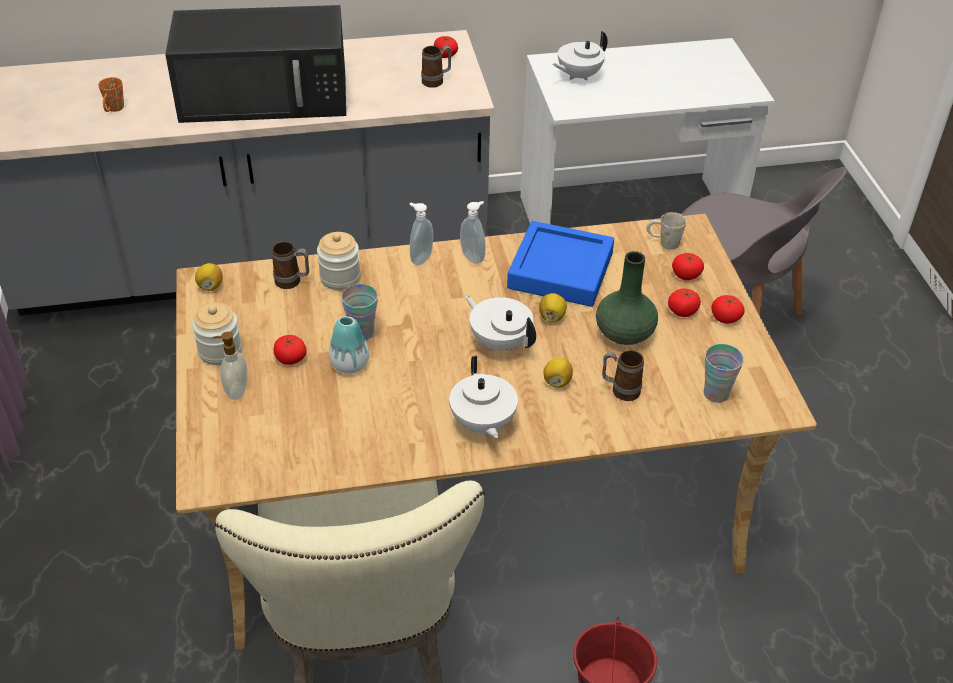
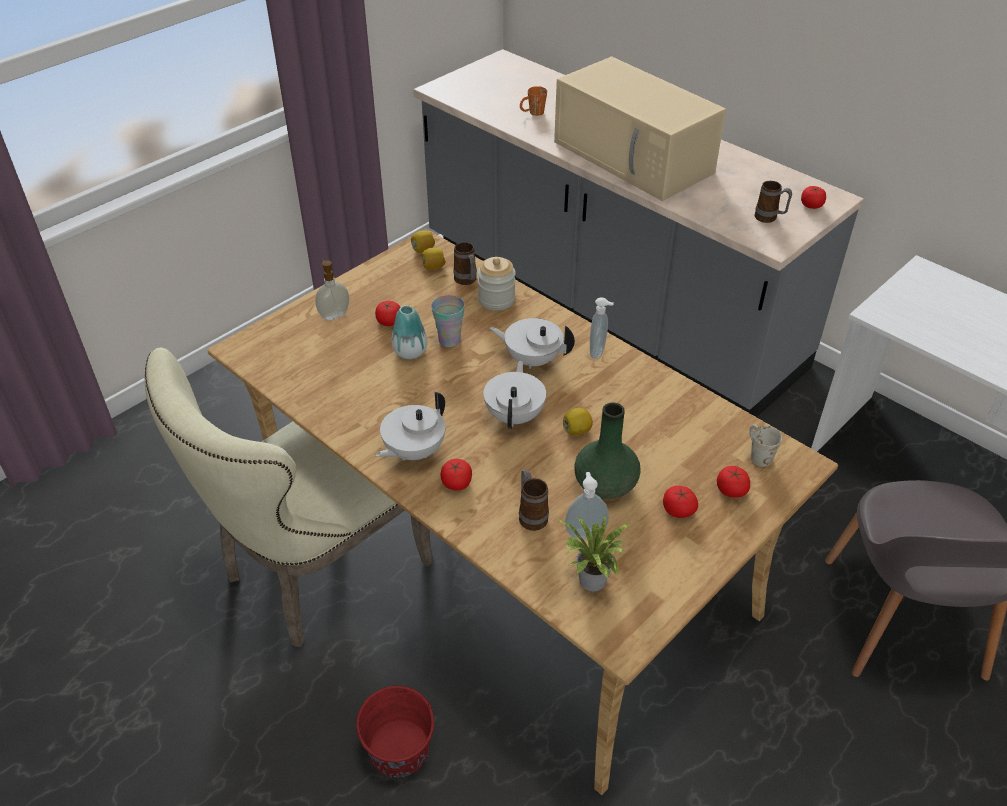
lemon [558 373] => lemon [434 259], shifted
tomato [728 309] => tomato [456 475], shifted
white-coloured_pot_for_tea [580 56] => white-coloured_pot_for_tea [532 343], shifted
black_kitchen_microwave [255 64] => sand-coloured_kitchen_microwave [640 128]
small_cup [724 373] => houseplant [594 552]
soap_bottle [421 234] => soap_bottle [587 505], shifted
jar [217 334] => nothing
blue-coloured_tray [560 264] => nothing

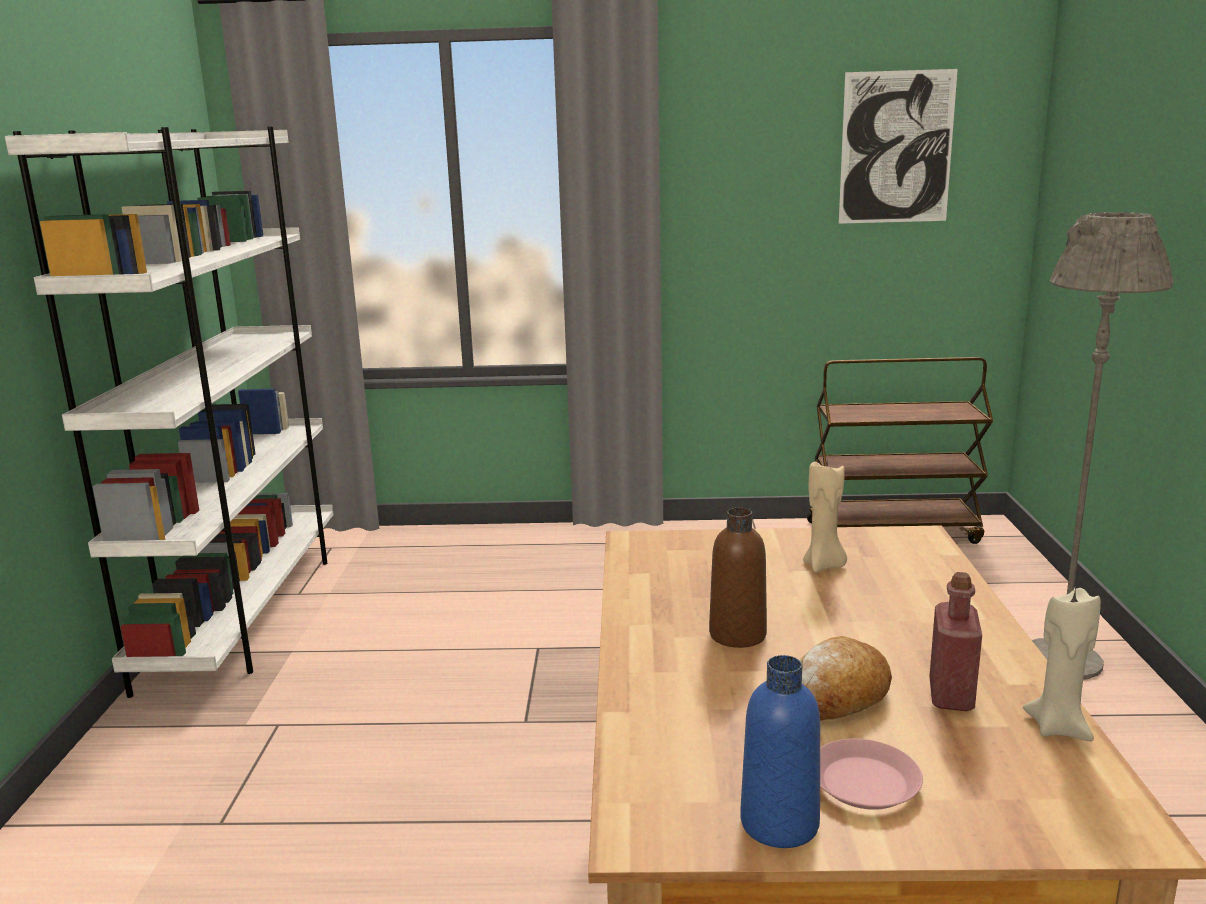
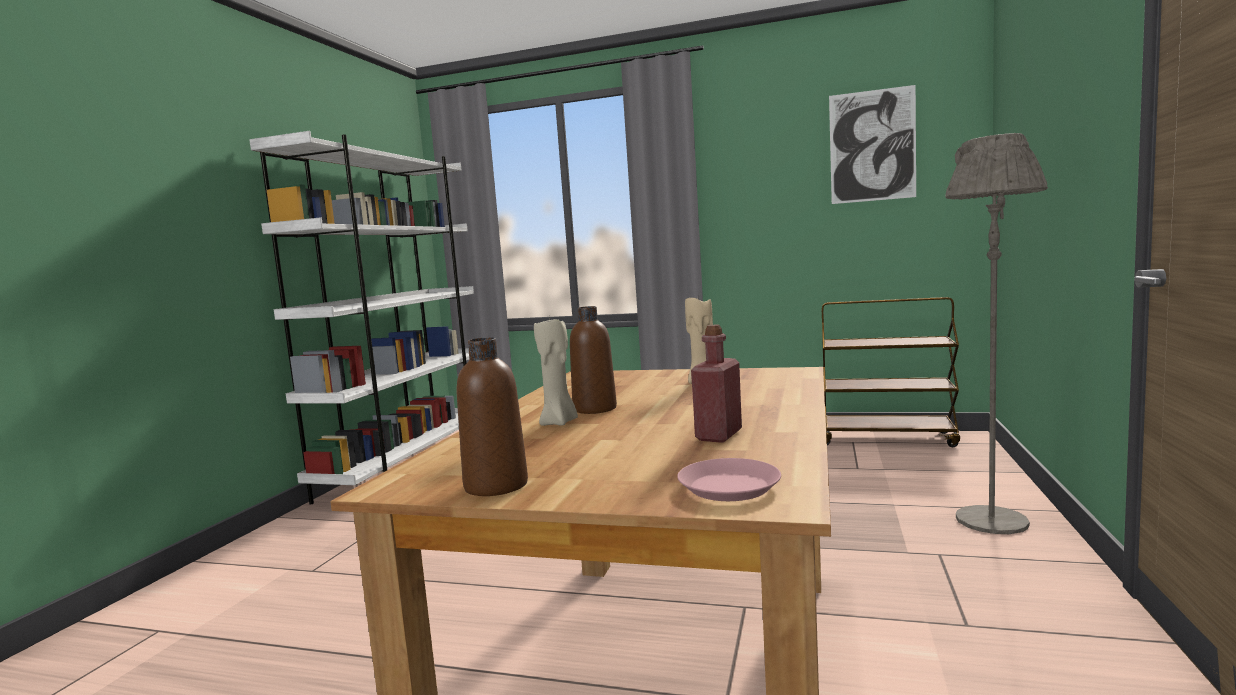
blue-coloured_bottle [780 751] => brown_bottle [492 416]
sand-coloured_candle [1062 664] => sand-coloured_candle [556 372], shifted
pinkish_dinner_plate [871 774] => pinkish_dinner_plate [729 479], shifted
baked_bread [846 678] => nothing

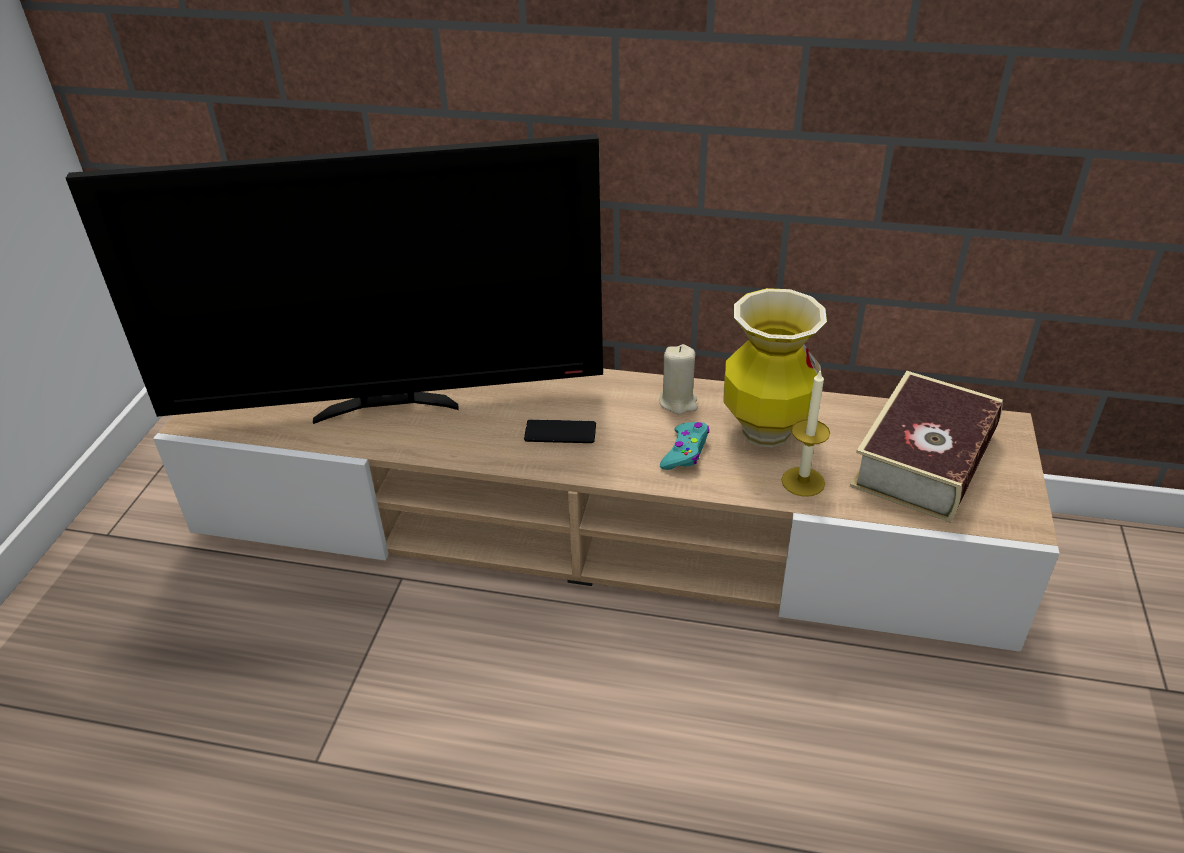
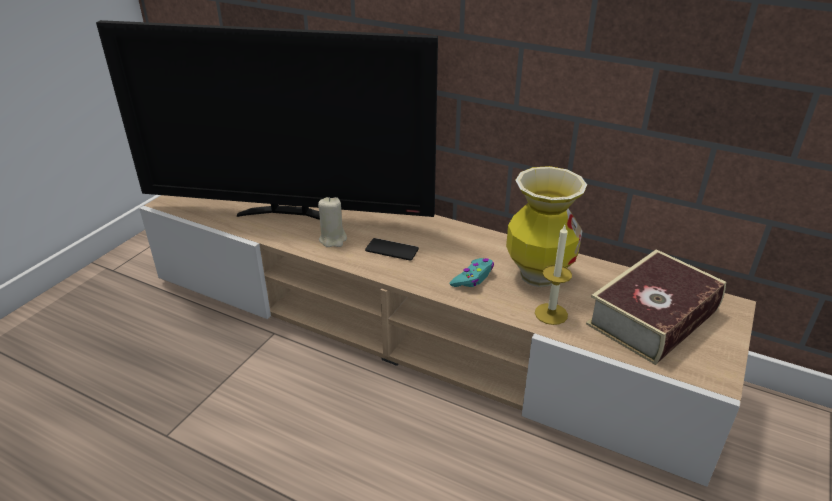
sand-coloured_candle [679 379] => sand-coloured_candle [332 222], shifted

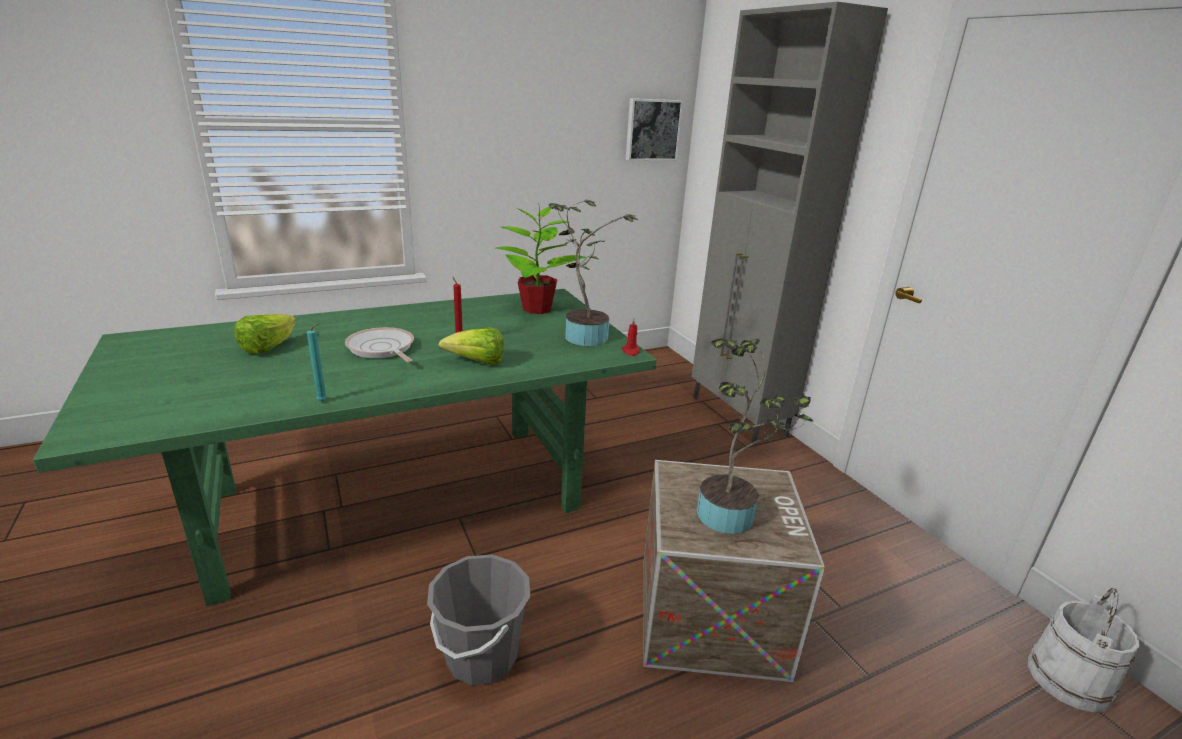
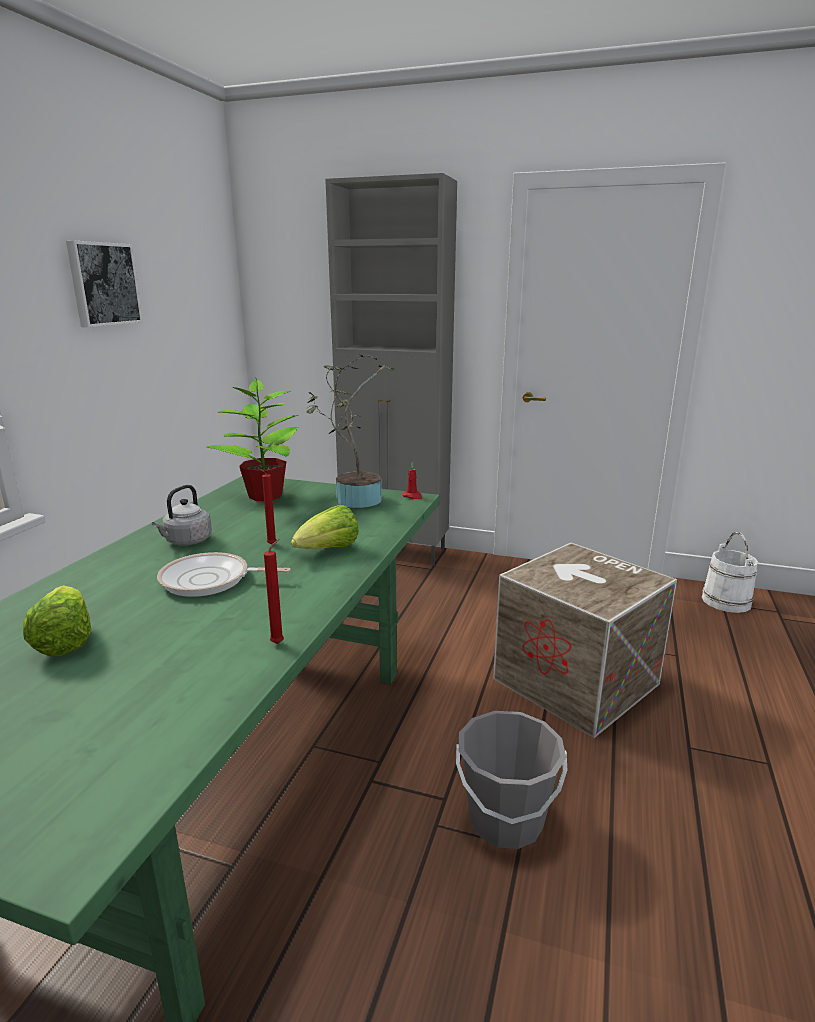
wall_picture [654 129] => wall_picture [104 283], shifted
nothing => gray_kettle [182 515]
turquoise_candle [317 362] => red_candle [274 591]
houseplant [755 436] => nothing

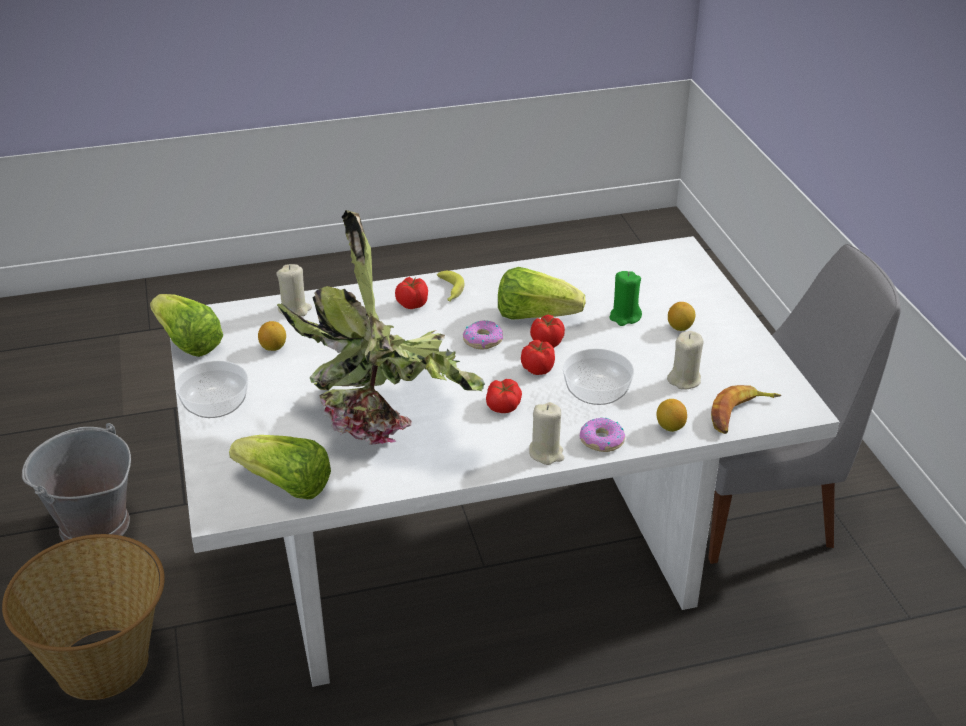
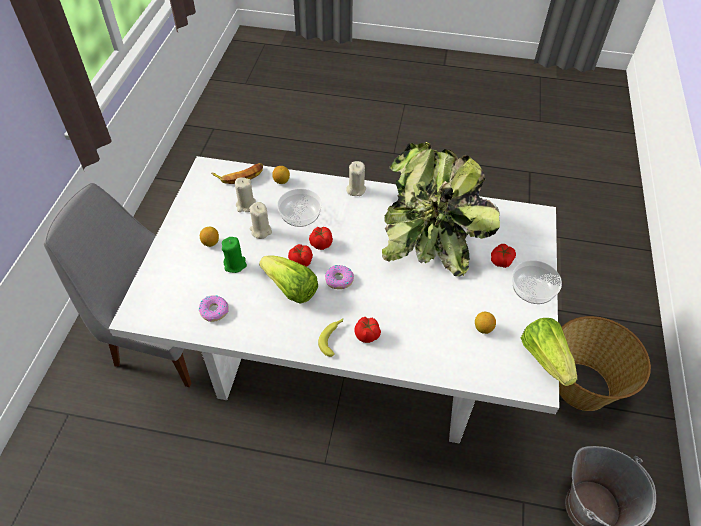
doughnut [602 434] => doughnut [214 308], shifted
sand-coloured_candle [294 290] => sand-coloured_candle [260 220], shifted
tomato [504 396] => tomato [503 256], shifted
head_of_lettuce [280 467] => nothing

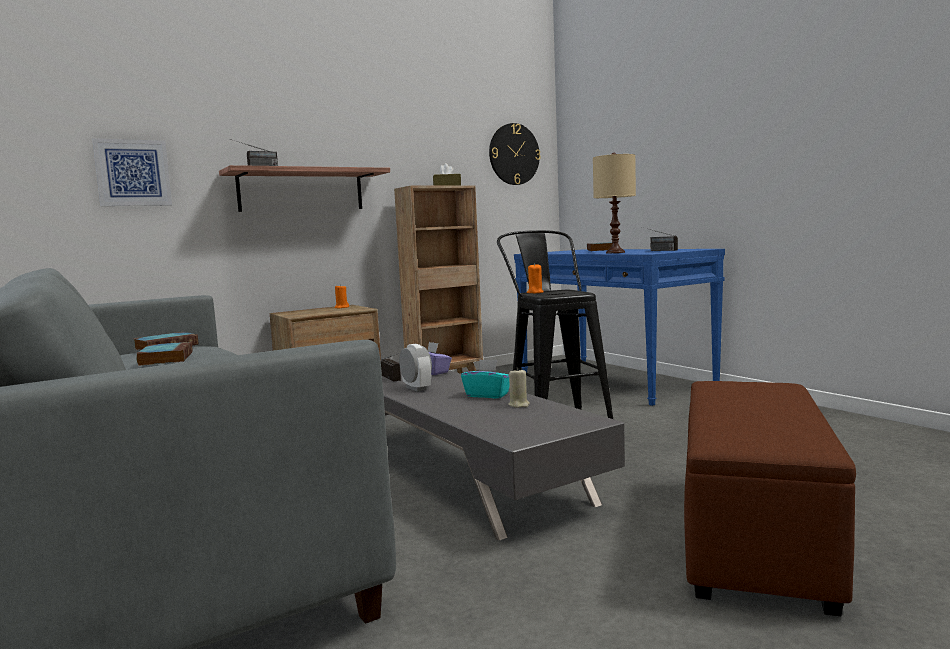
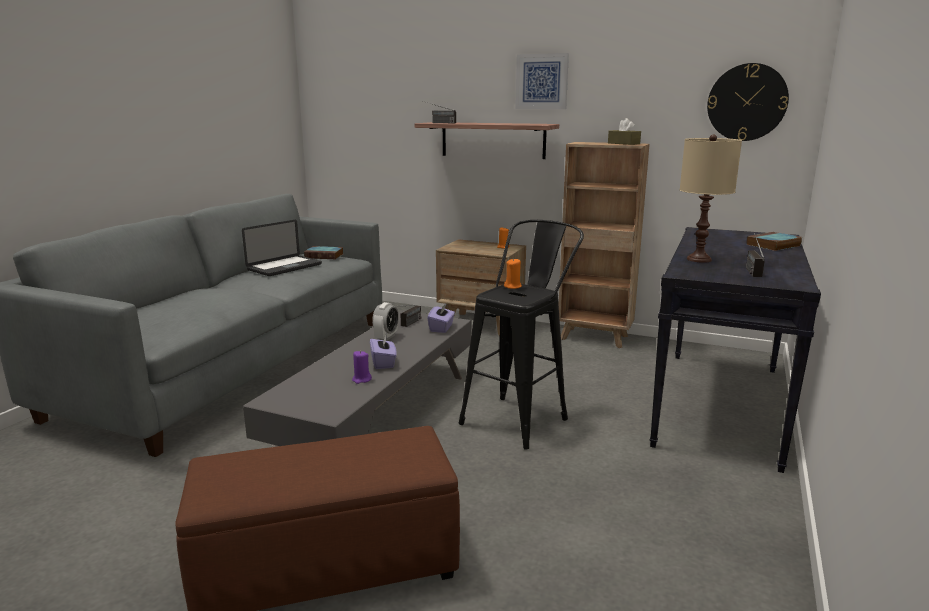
book [164 354] => portable_computer [282 248]
sand-coloured_candle [519 388] => purplish_candle [362 367]
turquoise_box_of_tissues [485 378] => purplish_box_of_tissues [383 352]
wall_picture [132 172] => wall_picture [542 81], shifted
blue-coloured_narrow_table [619 327] => black_narrow_table [735 350]

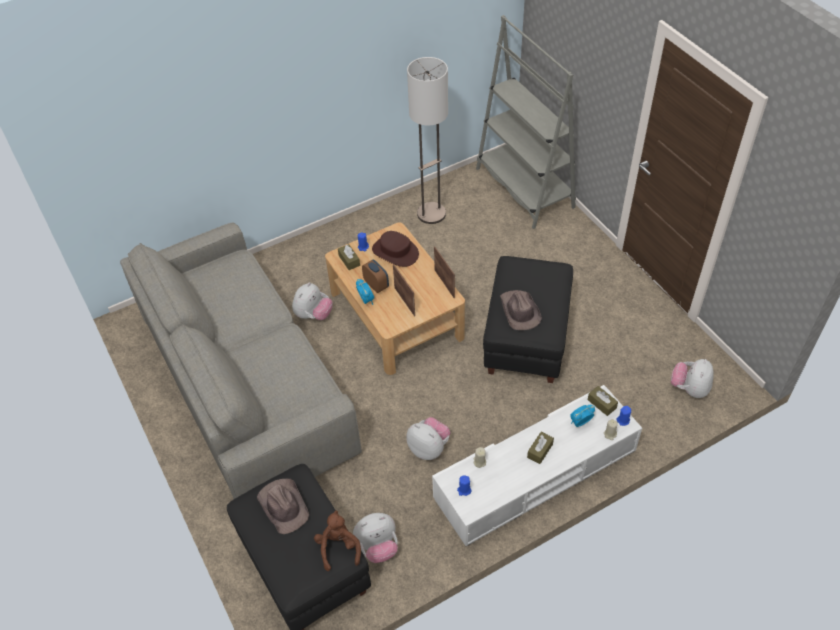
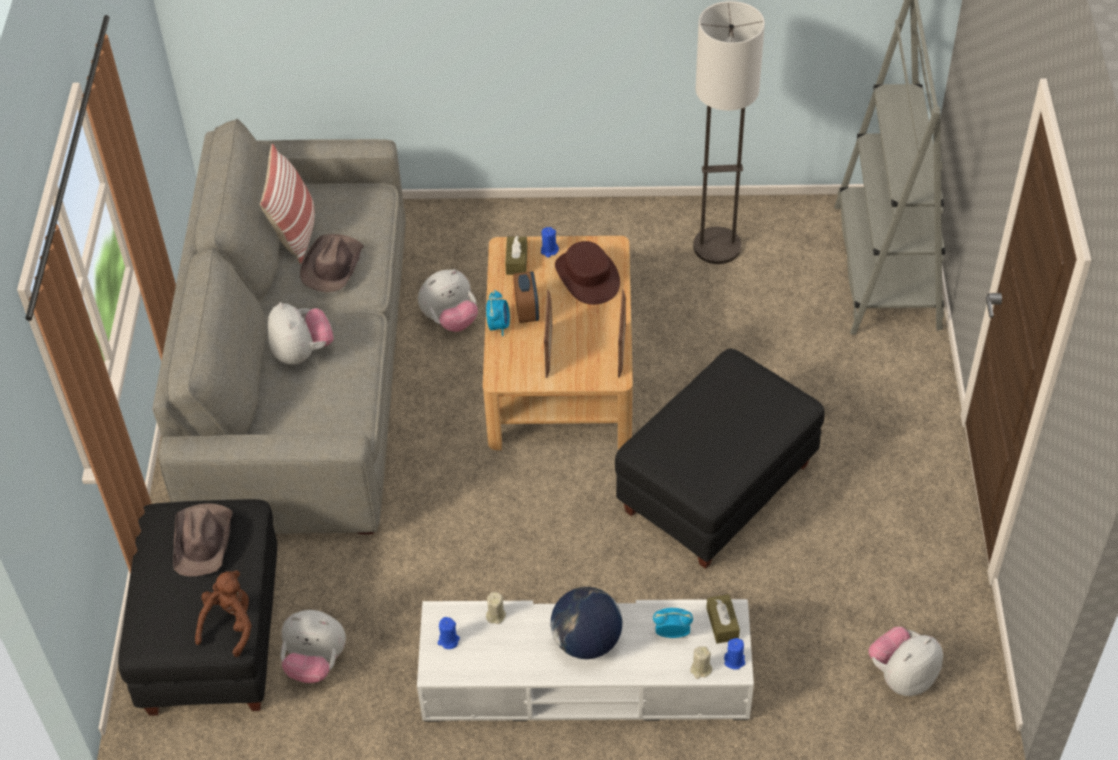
nothing => cushion [287 203]
plush_toy [428 438] => plush_toy [301 333], shifted
brown_hat [521 310] => brown_hat [332 263], shifted
brown_box_of_tissues [540 448] => globe [586 623]

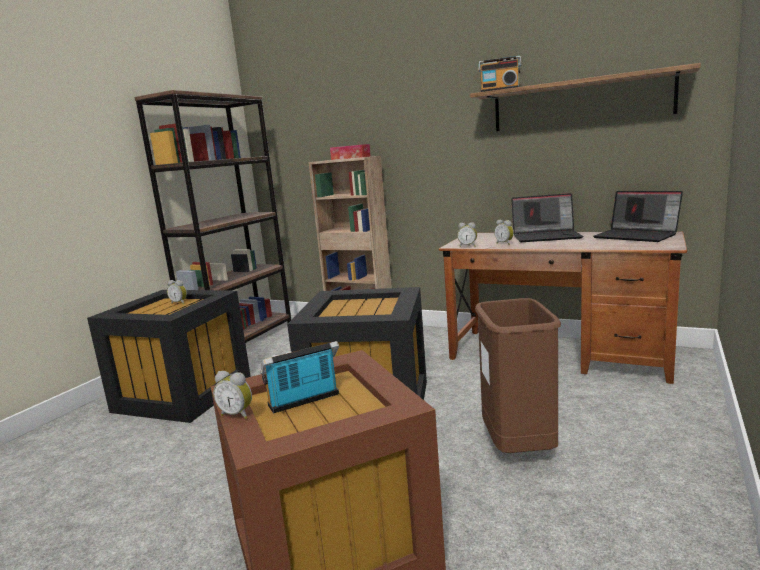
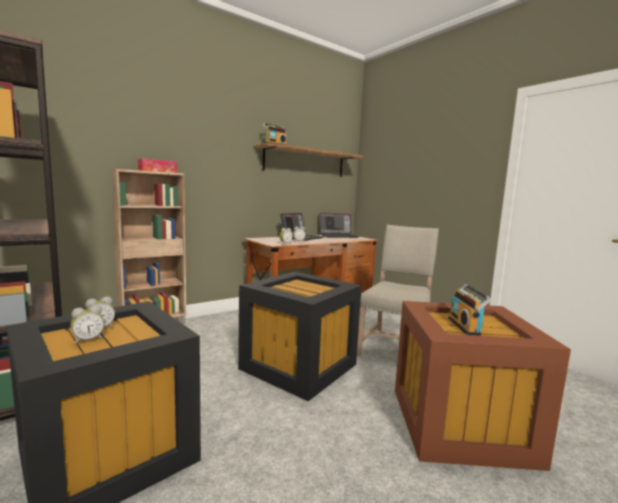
table_clock [232 395] => table_clock [87 325], shifted
brown_trash_can [518 375] => sand-coloured_chair [398 290]

